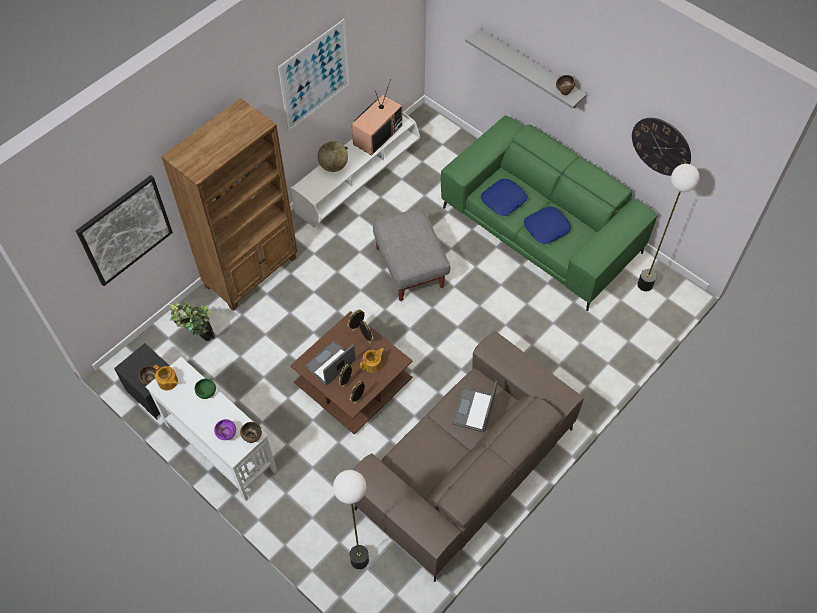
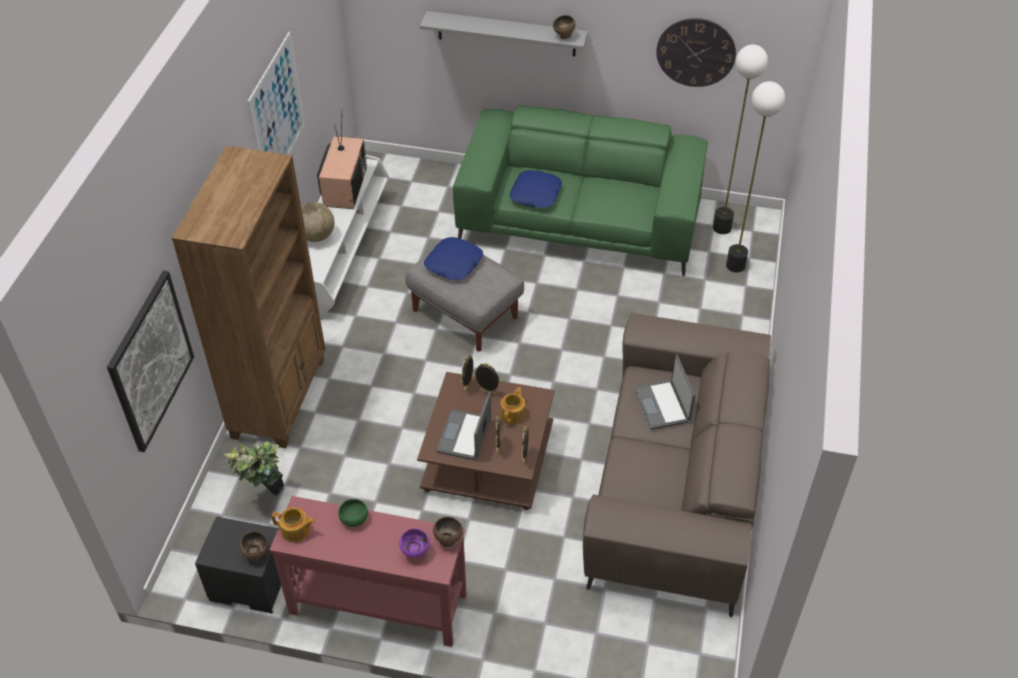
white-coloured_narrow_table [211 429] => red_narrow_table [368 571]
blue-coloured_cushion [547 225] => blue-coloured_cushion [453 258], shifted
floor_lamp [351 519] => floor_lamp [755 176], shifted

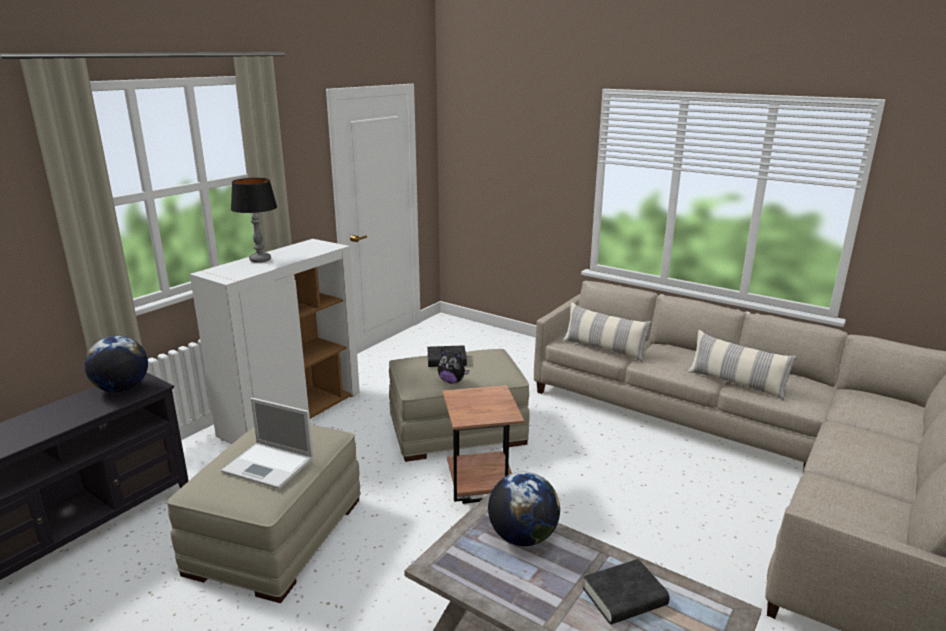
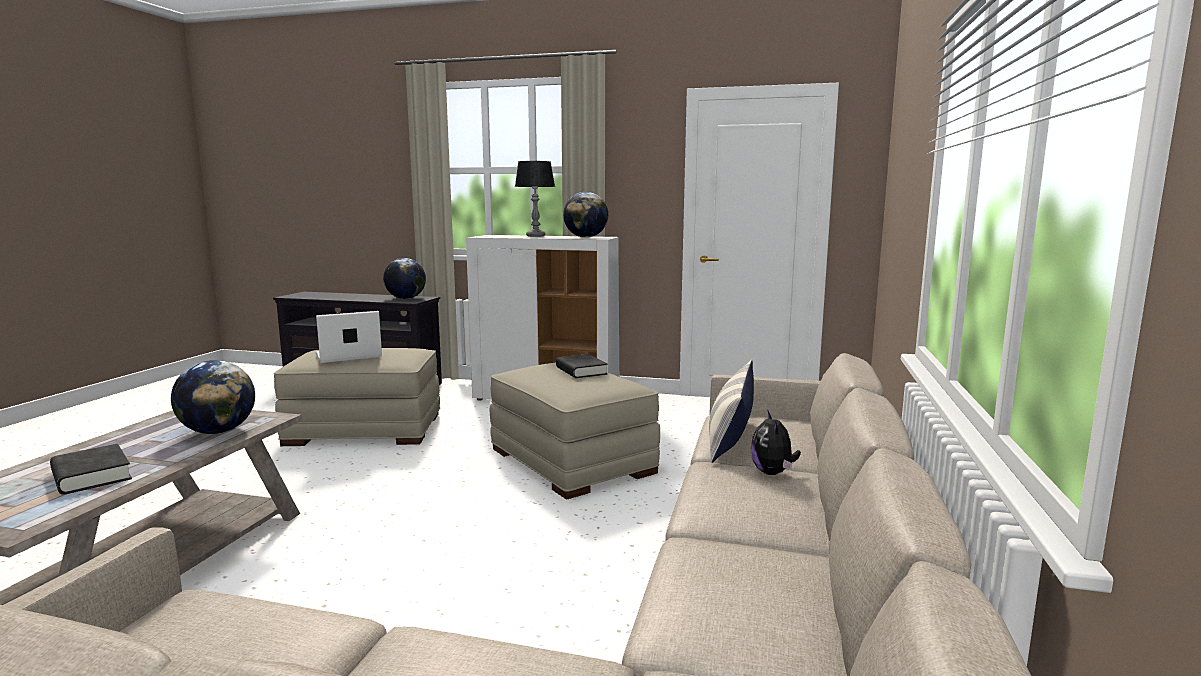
portable_computer [267 443] => portable_computer [349 337], 60 degrees clockwise
nothing => globe [585 215]
plush_toy [453 366] => plush_toy [776 443], shifted
brown_side_table [483 444] => nothing
cushion [742 365] => nothing

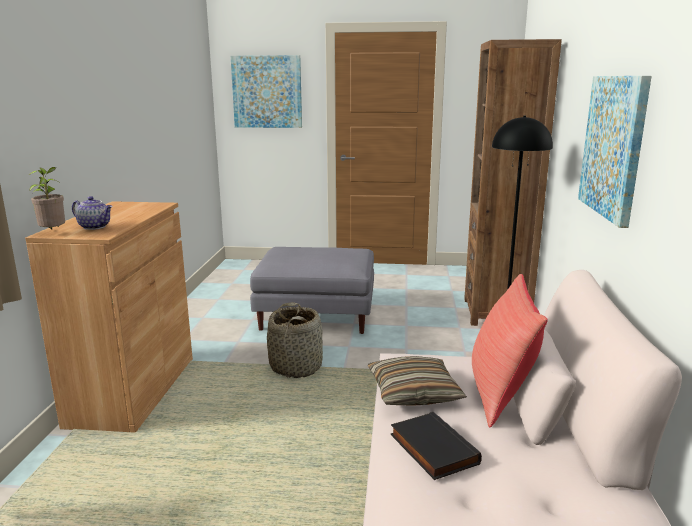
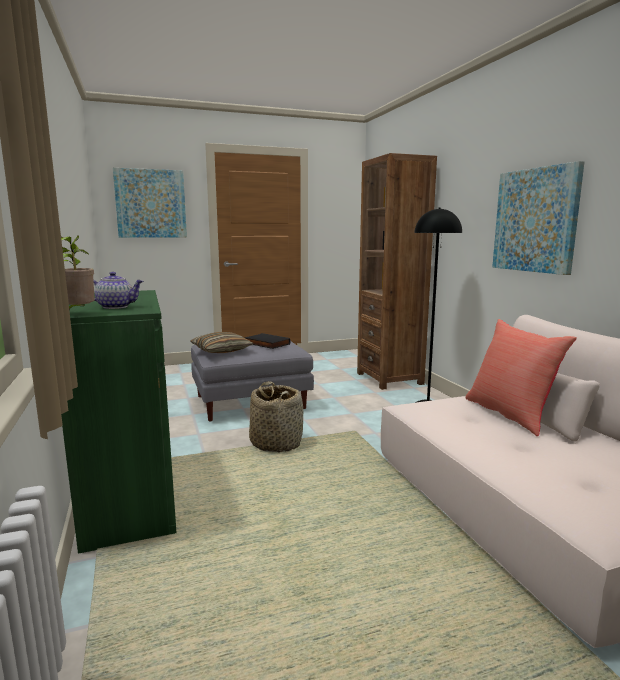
brown_cabinet [109 317] => greenish_cabinet [119 422]
cushion [417 380] => cushion [222 342], shifted
black_book [436 446] => black_book [267 341], shifted

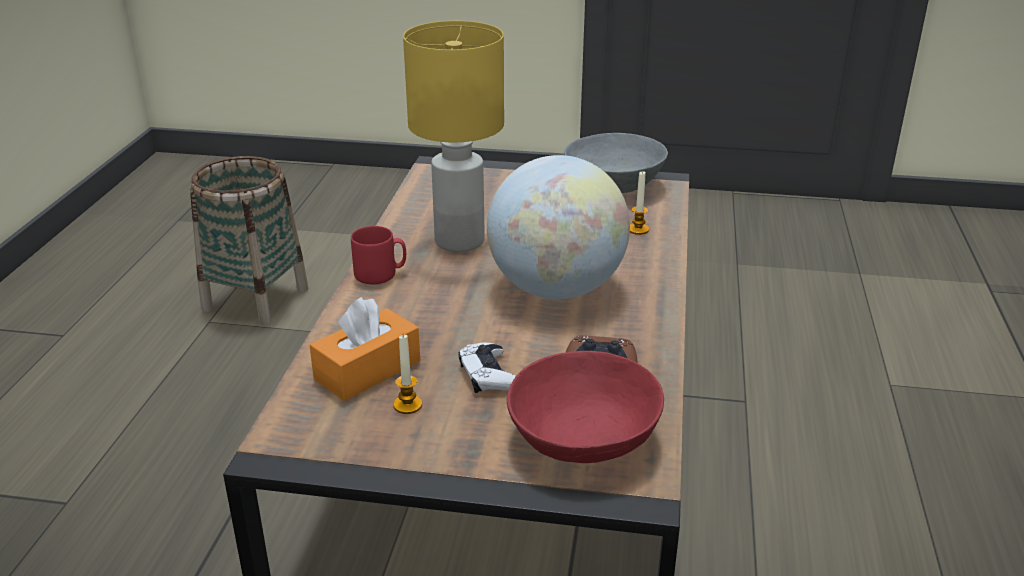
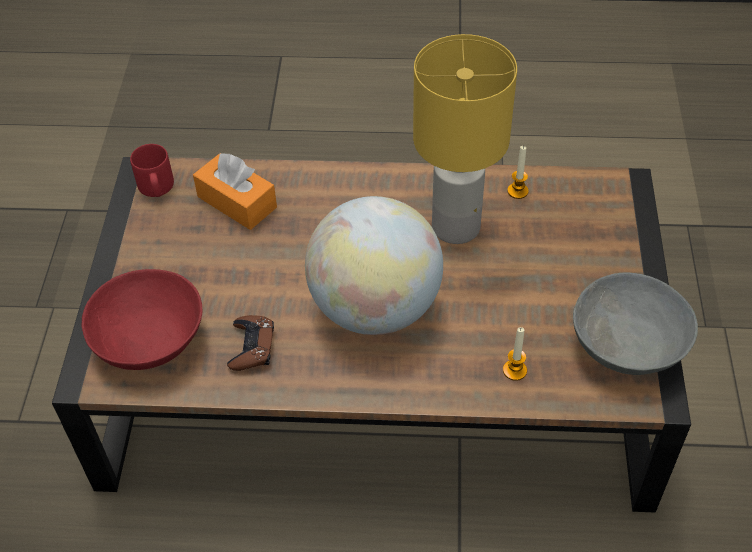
red_coffee_mug [378 255] => red_coffee_mug [152 170], shifted
candle [407 374] => candle [518 172], shifted
basket [249 240] => nothing
white-coloured_game_controller [487 368] => nothing

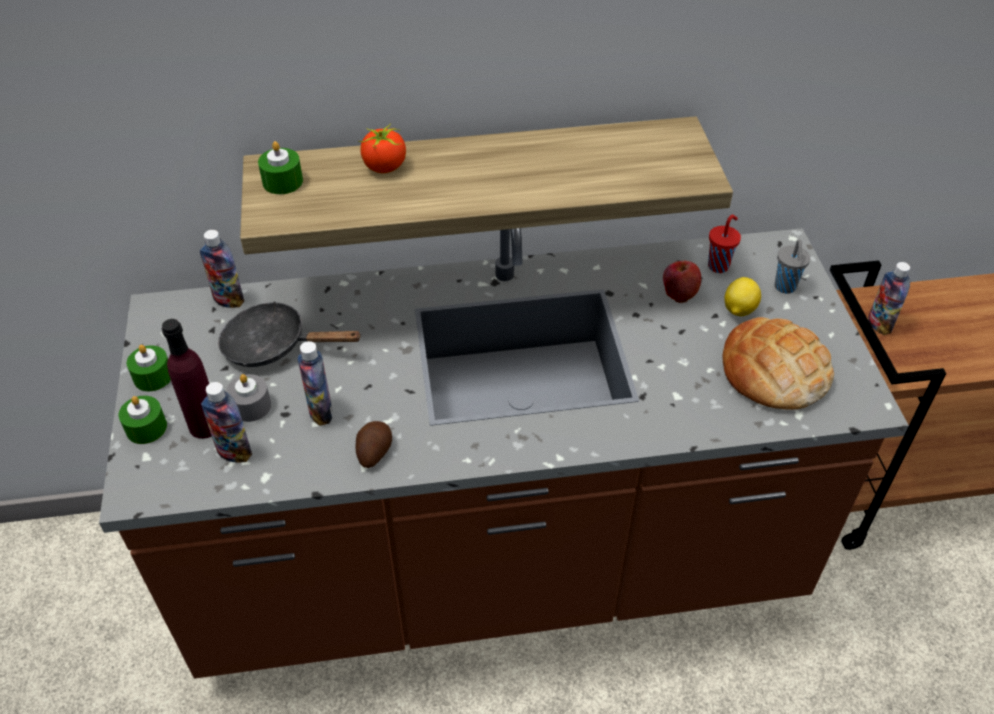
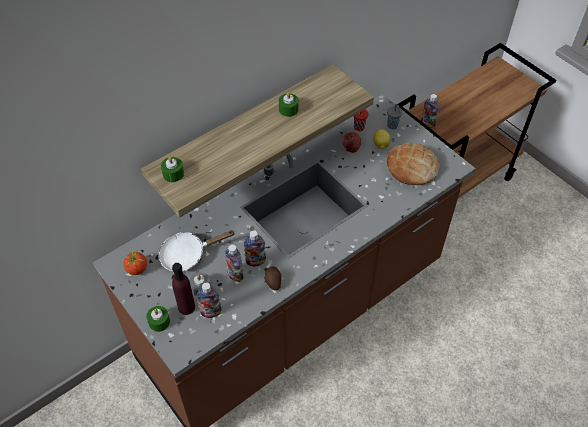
tomato [382 148] => tomato [135 262], shifted
black_pan [290 334] => white-coloured_pan [196 251]
bottle [222 269] => bottle [255 248], shifted
greenish_candle [149 368] => greenish_candle [289 104], shifted

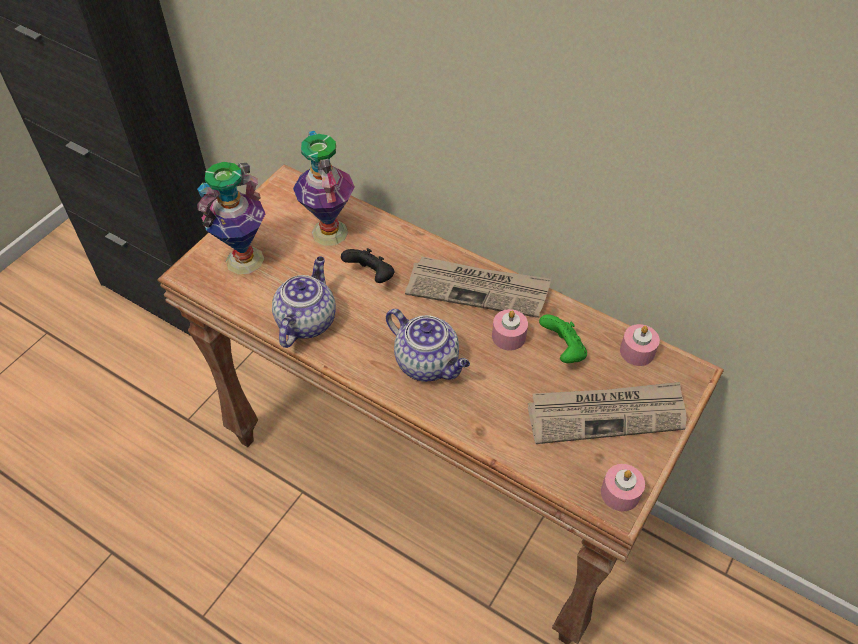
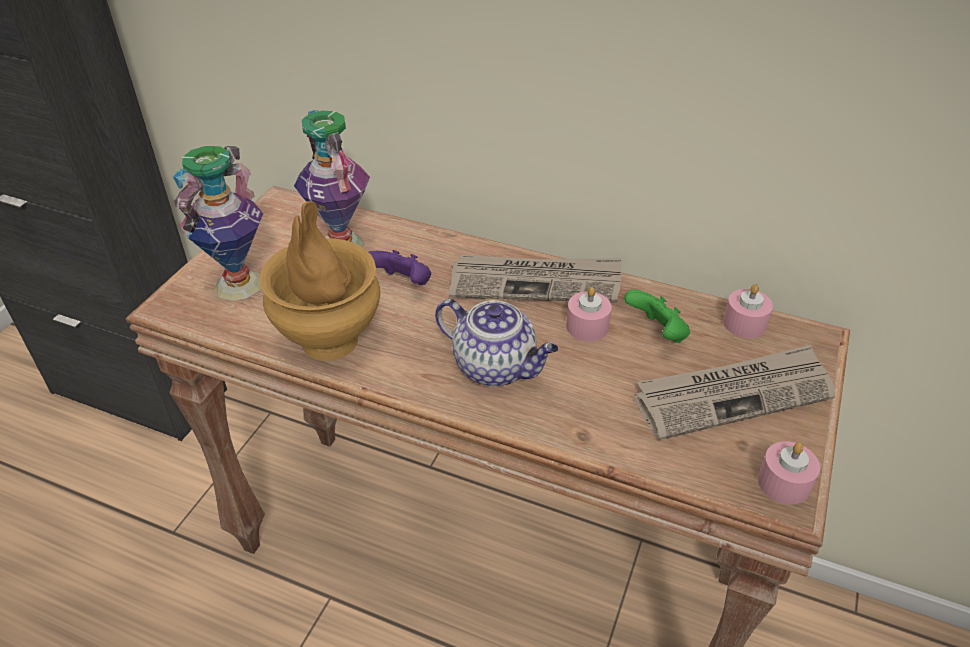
pot_for_tea [304 302] => brown_vase [319 281]
black_game_controller [367 265] => purplish_game_controller [400 267]

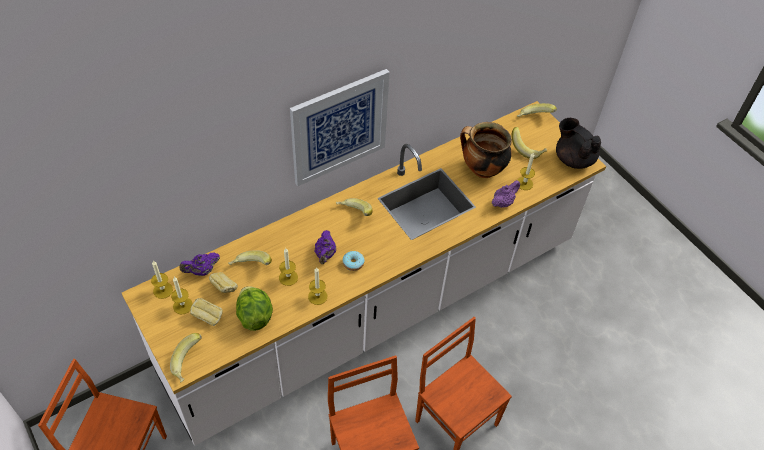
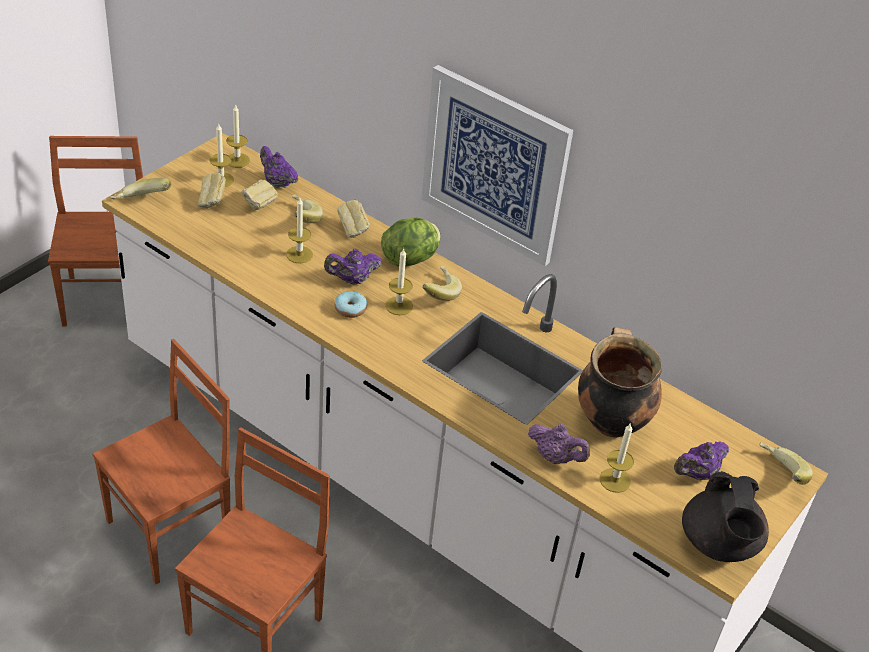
nothing => baked_bread [354 219]
head_of_lettuce [254 308] => head_of_lettuce [410 242], shifted
candle [317 286] => candle [399 281], shifted
banana_fruit [529 143] => purplish_pot_for_tea [701 460]
black_pot_for_tea [578 143] => black_pot_for_tea [725 516], 150 degrees clockwise

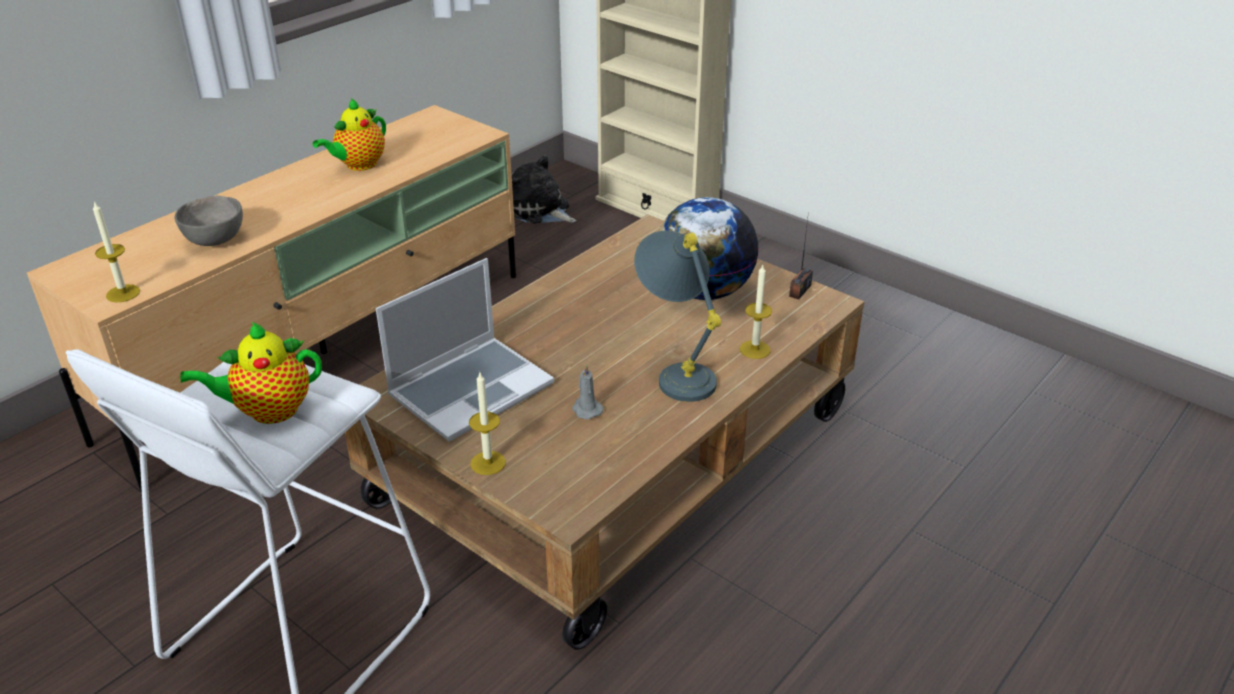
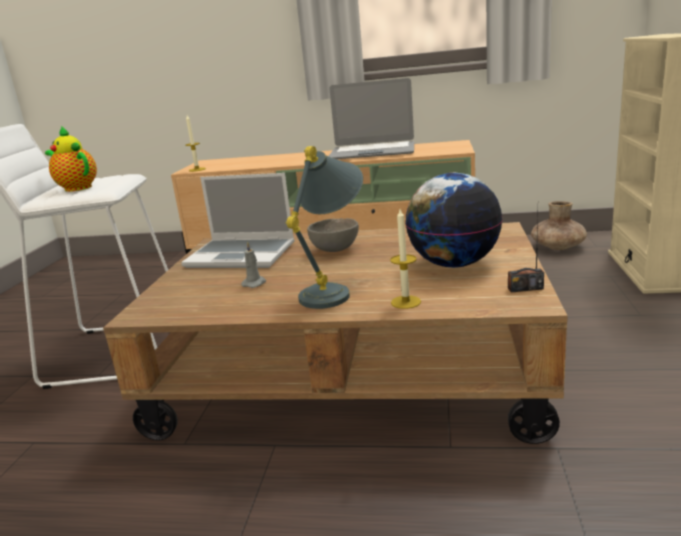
gray_serving_bowl [208 221] => gray_serving_bowl [333 235], shifted
pot_for_tea [349 135] => portable_computer [371 118]
plush_toy [544 190] => brown_vase [559 225]
candle [487 423] => nothing

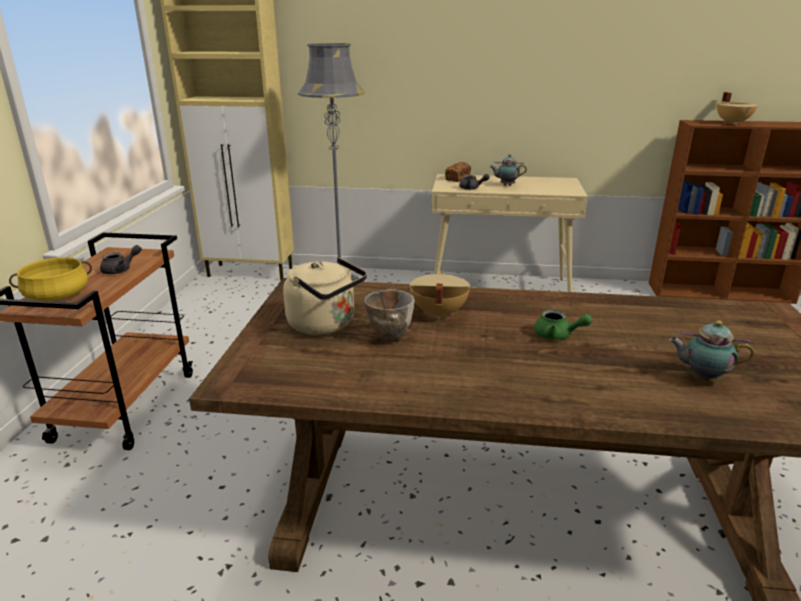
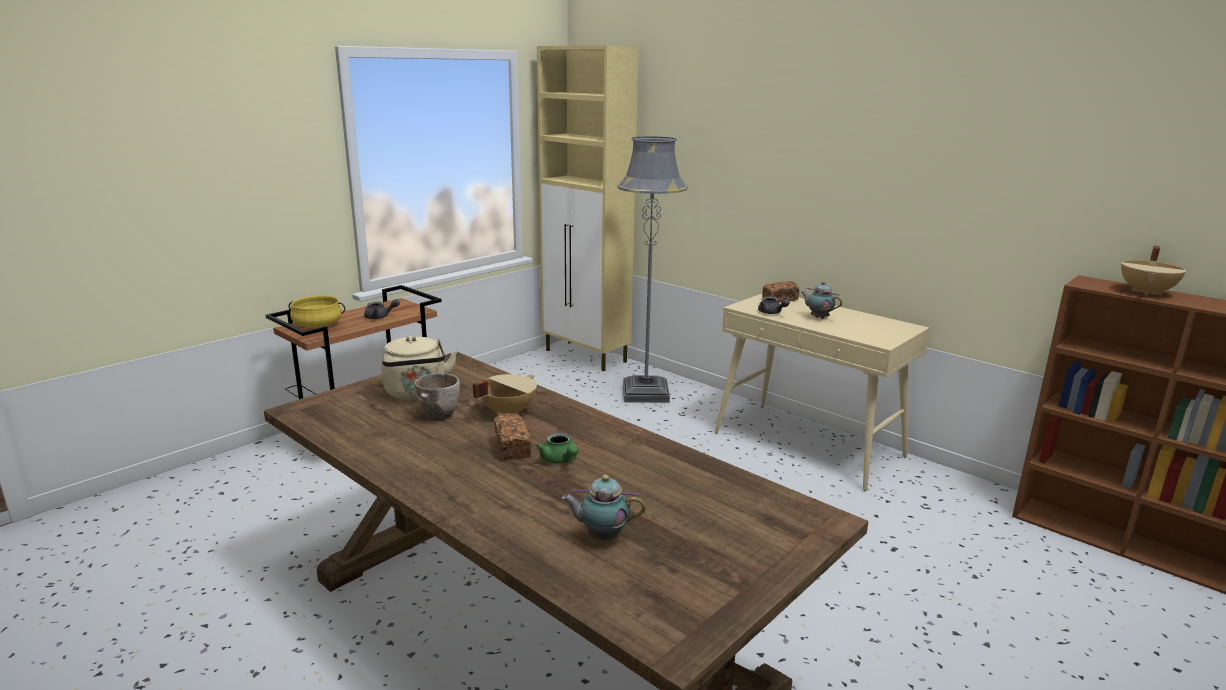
nothing => baked_bread [512 436]
pot_for_tea [712 351] => pot_for_tea [603 507], 45 degrees counterclockwise

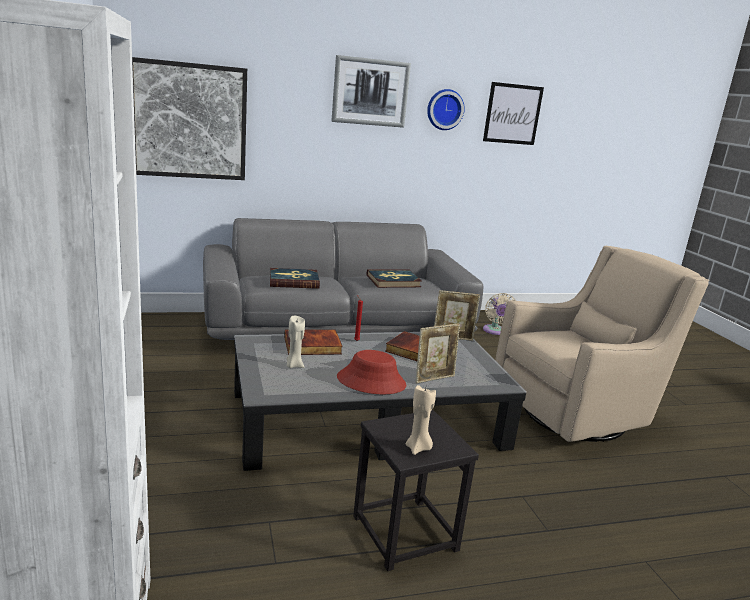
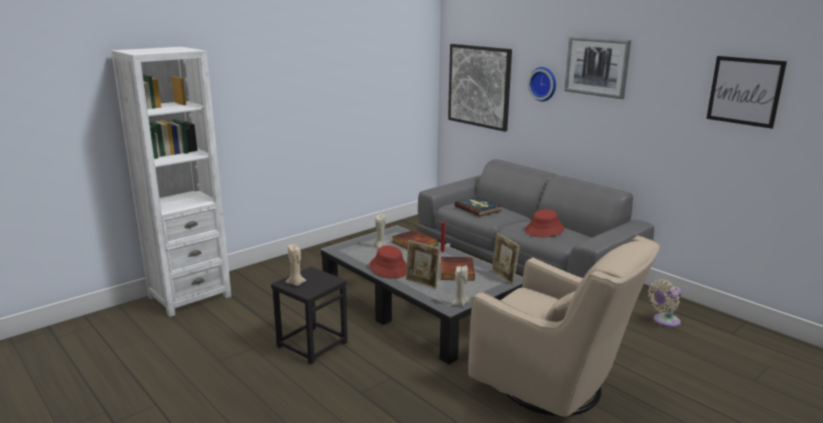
nothing => sand-coloured_candle [460 286]
book [394 278] => red_hat [544 223]
wall_clock [446 109] => wall_clock [542 84], shifted

